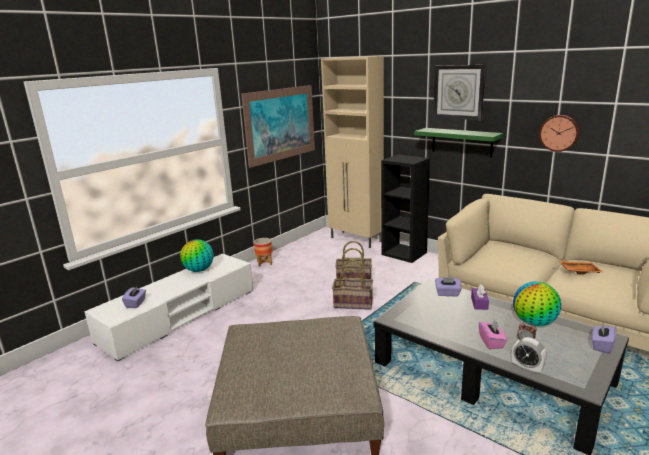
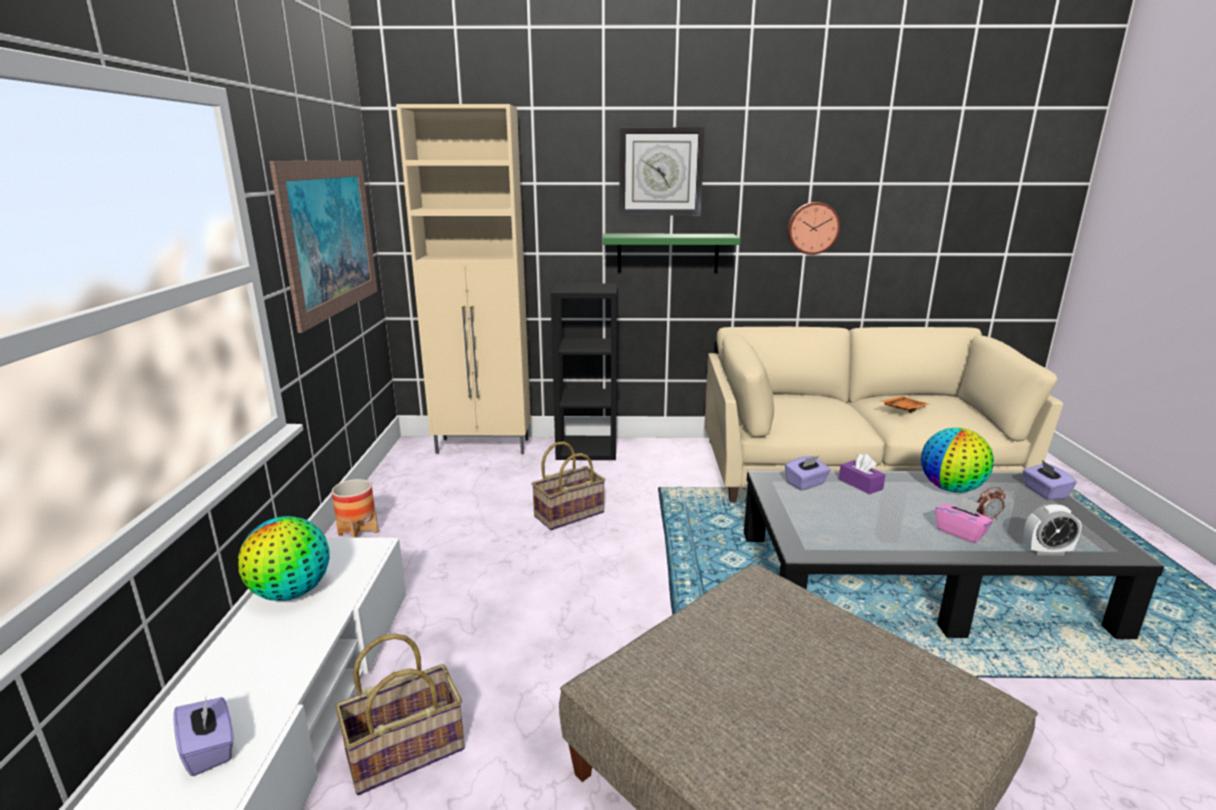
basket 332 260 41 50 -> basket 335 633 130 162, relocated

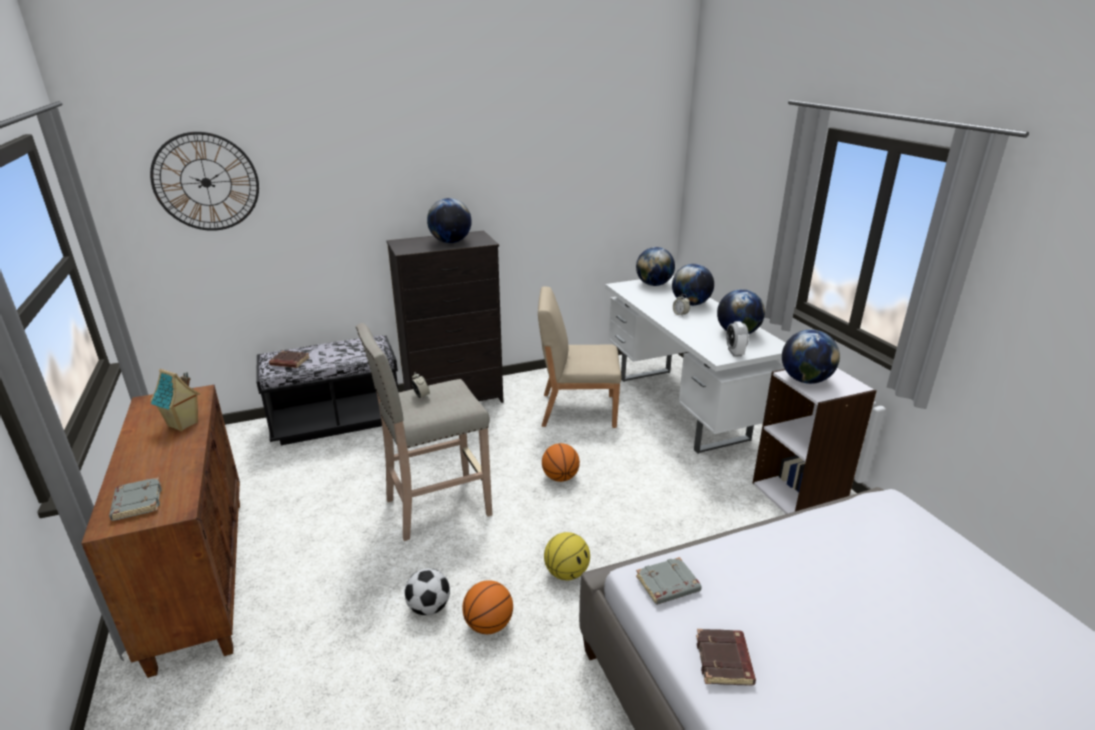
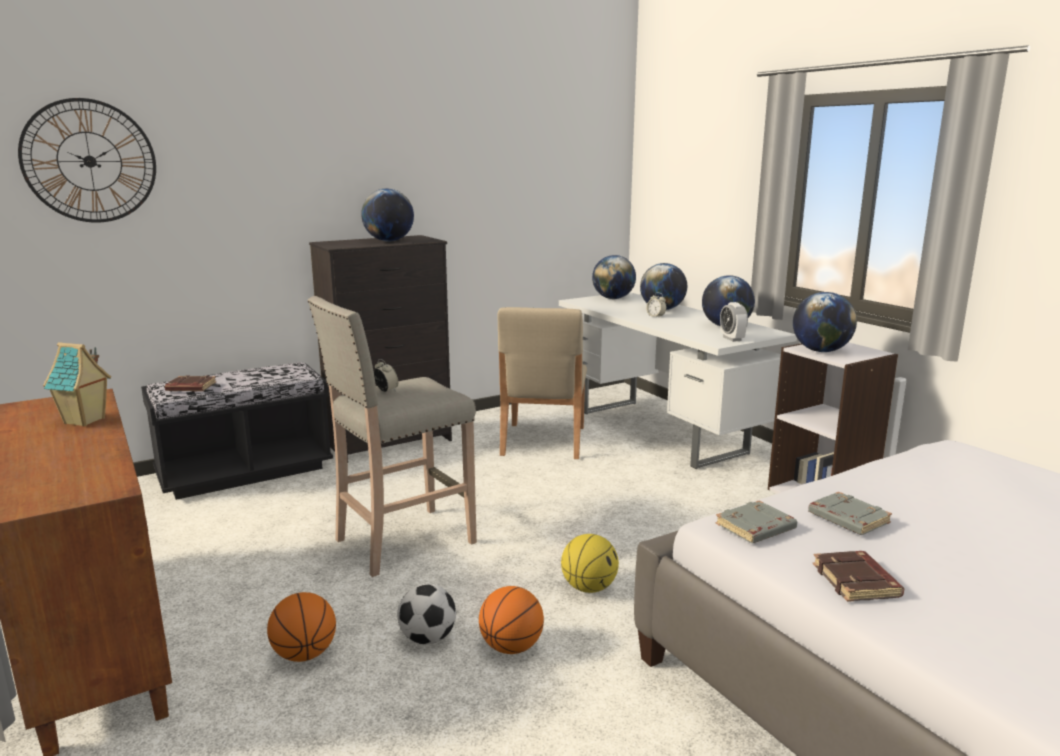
beige chair 538 286 83 142 -> beige chair 497 307 90 152, 75 degrees counterclockwise
basketball 542 443 38 39 -> basketball 267 592 69 70, relocated
grey book 109 477 53 44 -> grey book 808 492 84 43, relocated

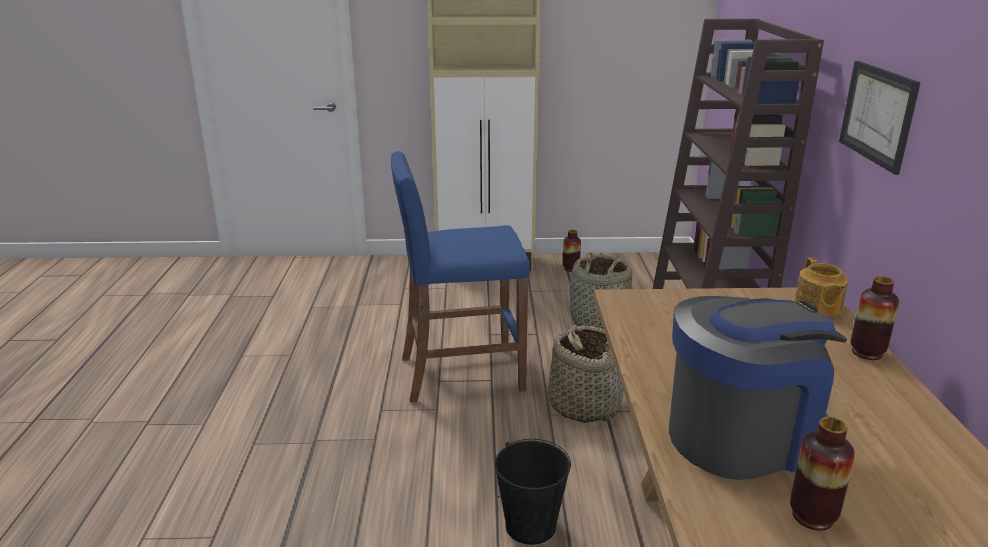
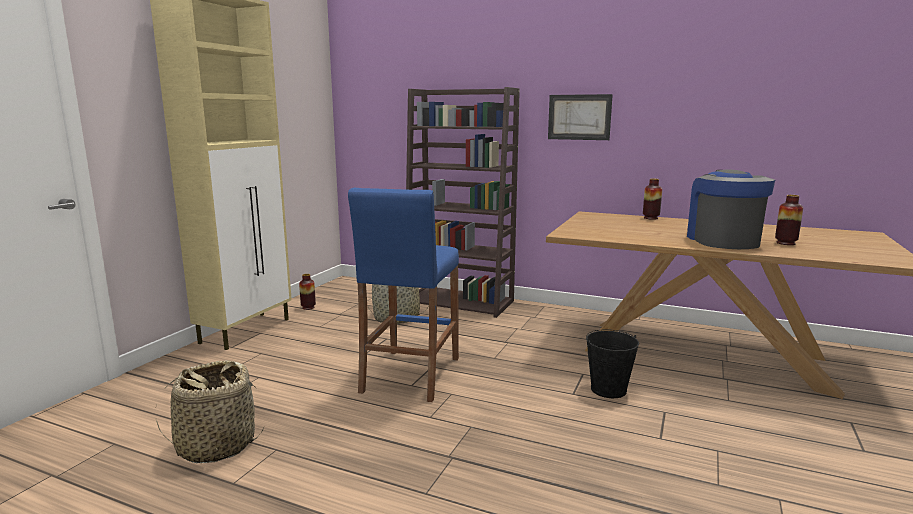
teapot 794 257 54 60 -> none
basket 548 325 76 98 -> basket 156 360 108 104, relocated

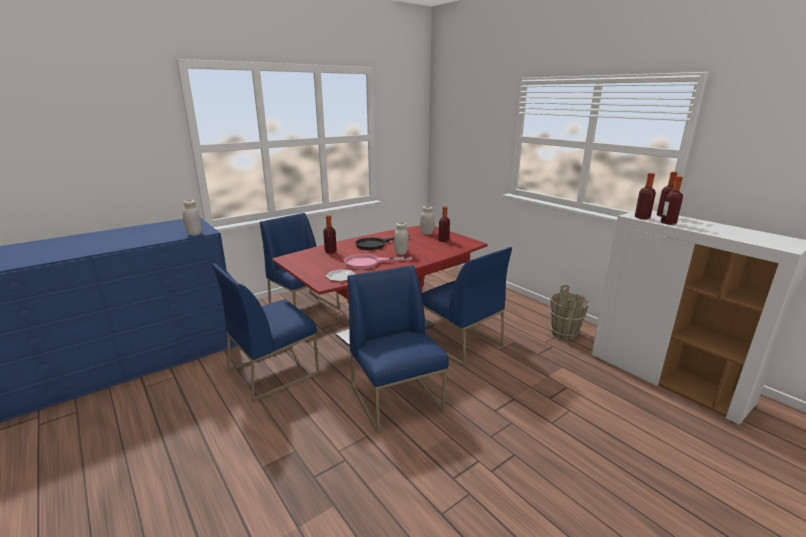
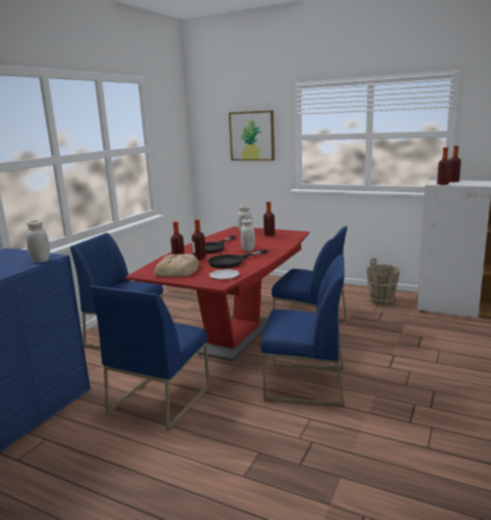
bottle 661 176 22 49 -> bottle 192 219 14 41, relocated
pink frying pan 344 254 68 15 -> black frying pan 208 250 61 18
blue chair 348 265 101 169 -> blue chair 261 254 84 152, 150 degrees clockwise
none -> picture 229 110 46 51
none -> bread 154 254 45 23

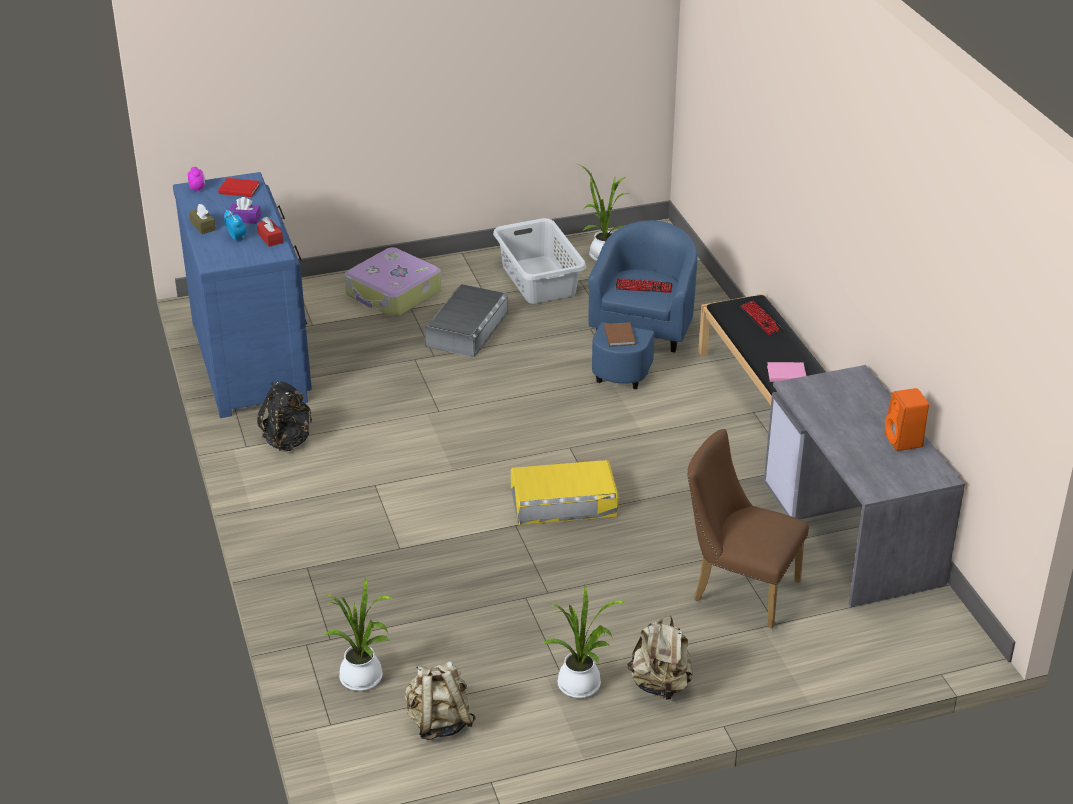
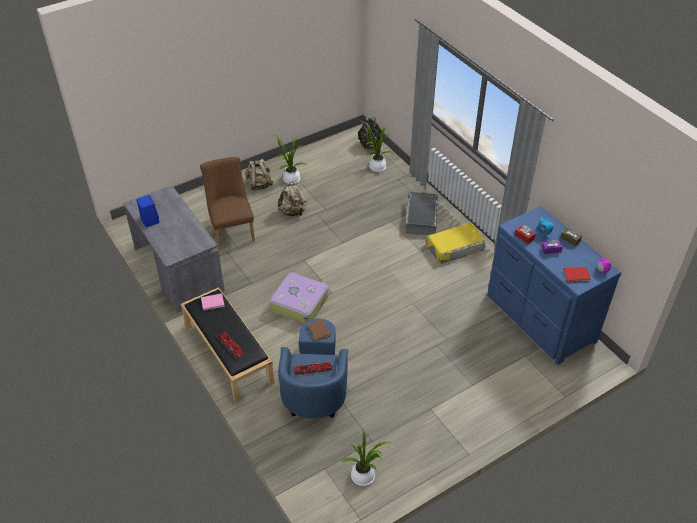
grey laundry basket 493 218 93 86 -> none
suitcase 345 247 97 70 -> suitcase 270 272 58 51, relocated
grey storage box 424 284 84 73 -> grey storage box 405 192 33 43, relocated
black backpack 257 381 55 70 -> black backpack 358 117 26 32, relocated
orange speaker 885 388 44 63 -> blue speaker 136 195 23 32
brown chair 687 429 122 199 -> brown chair 200 157 55 93, 120 degrees counterclockwise
yellow storage box 511 460 108 65 -> yellow storage box 426 223 60 41, relocated
beige backpack 405 661 71 79 -> beige backpack 278 182 29 34, relocated

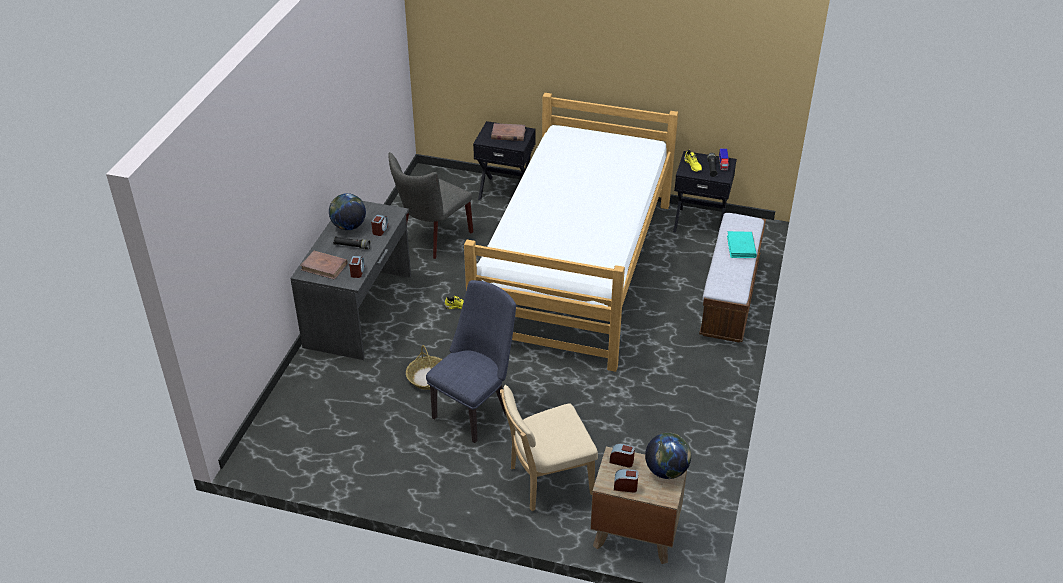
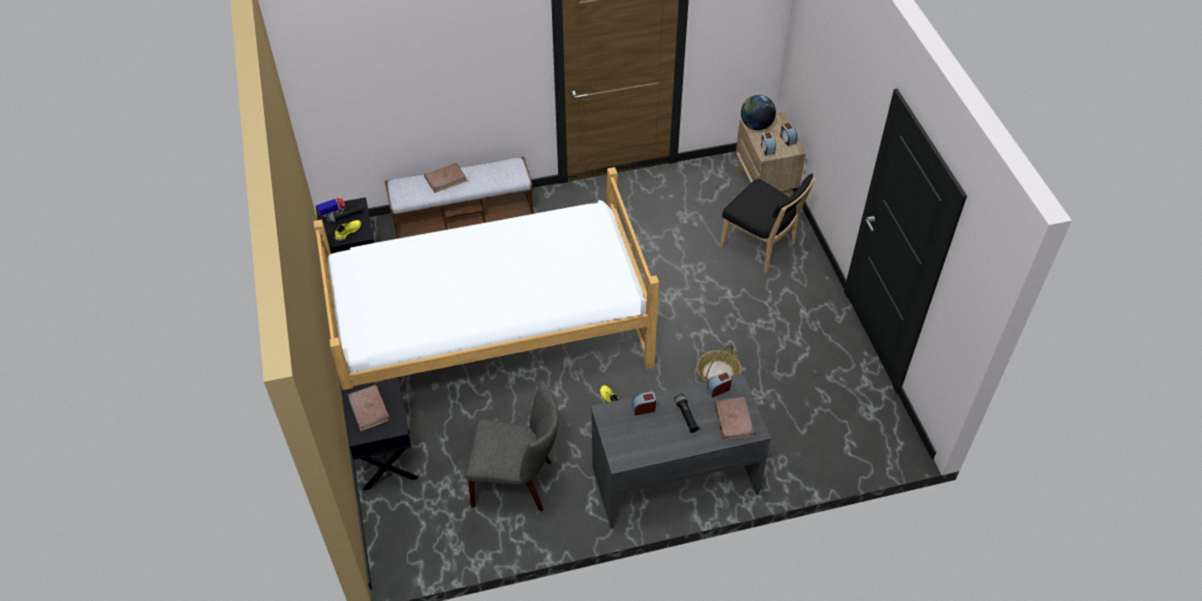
globe 329 193 37 37 -> none
turquoise book 727 231 30 27 -> brown book 424 162 44 31
blue chair 426 280 90 163 -> none
beige chair 500 385 98 126 -> black chair 720 174 95 99

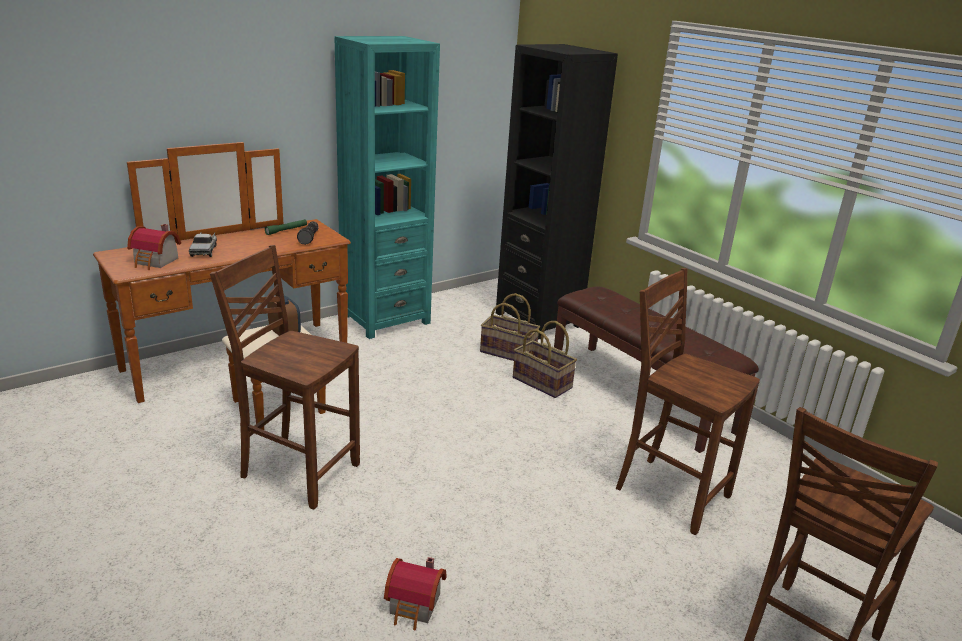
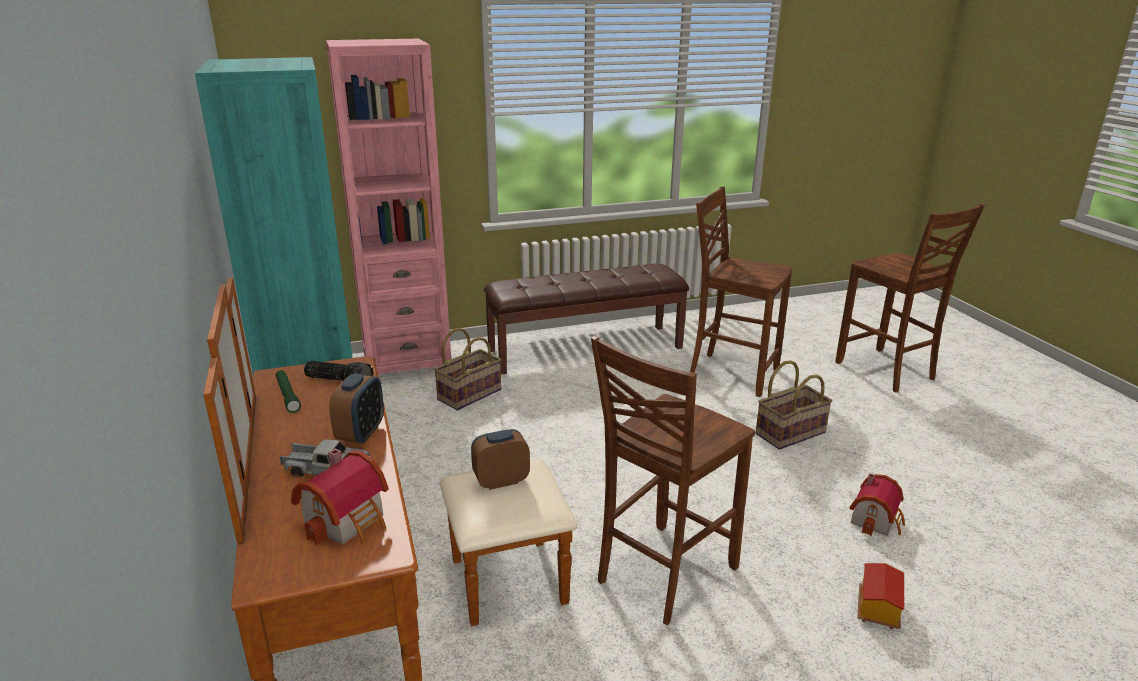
black bookcase 496 44 122 296 -> pink bookcase 326 39 125 335
brown chair 616 268 144 267 -> brown chair 690 187 102 210, 60 degrees clockwise
basket 513 321 64 77 -> basket 755 360 77 90, relocated
none -> alarm clock 329 373 55 71
none -> toy house 857 563 47 66

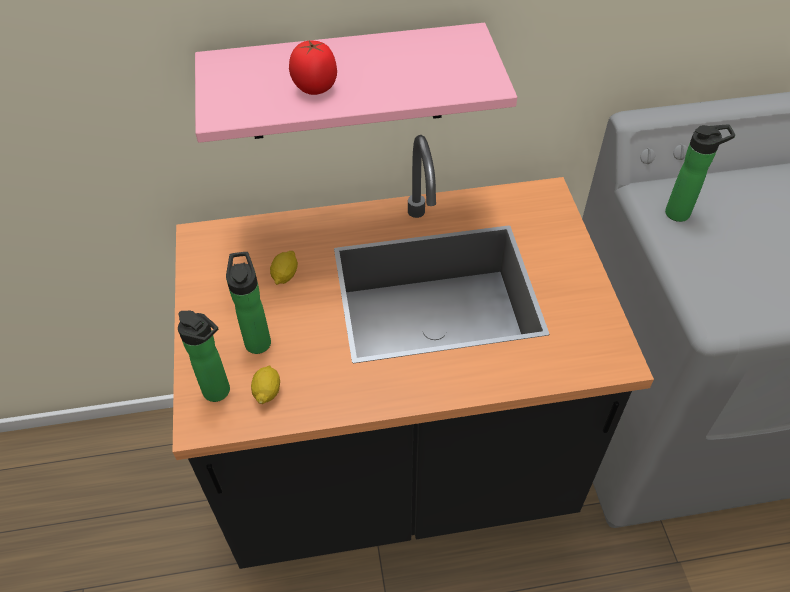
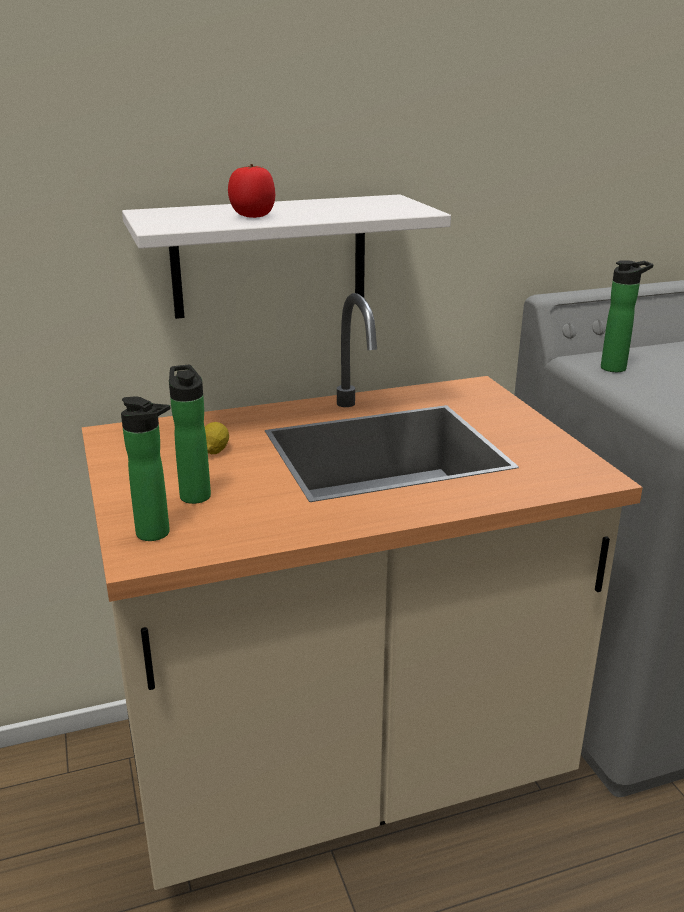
pink shelf 195 23 322 120 -> white shelf 122 194 329 125
black counter 173 135 481 434 -> beige counter 82 293 561 597
lemon 251 366 29 38 -> none

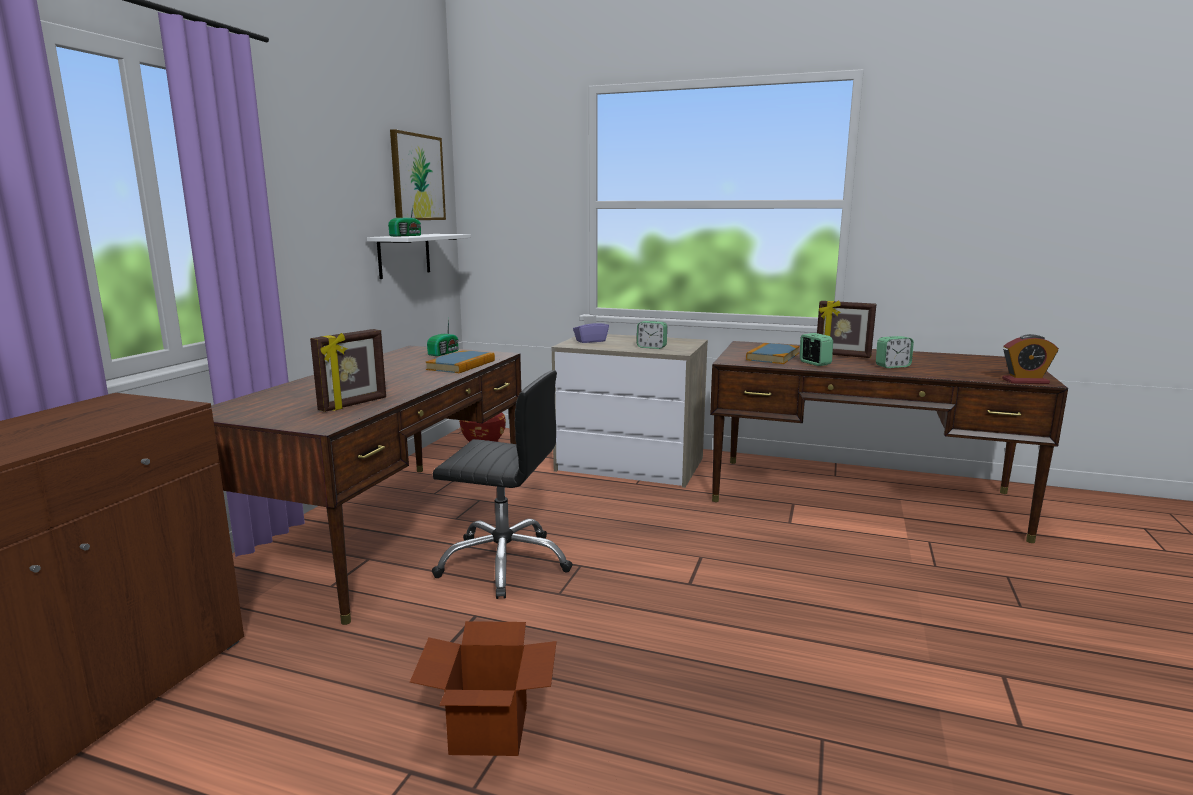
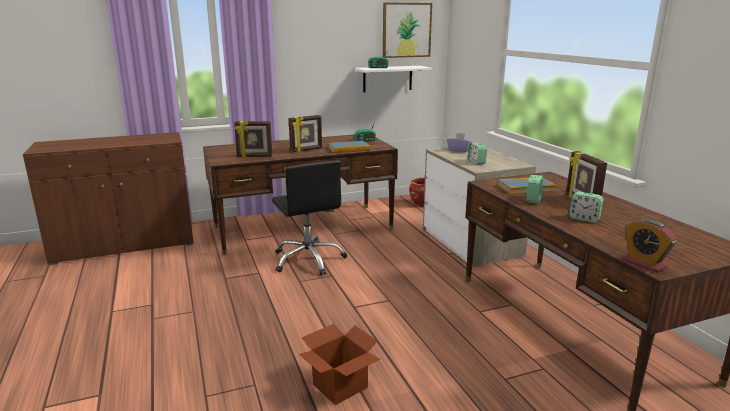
cardboard box 410 621 147 135 -> cardboard box 299 324 81 81, relocated
none -> picture frame 289 115 33 37

